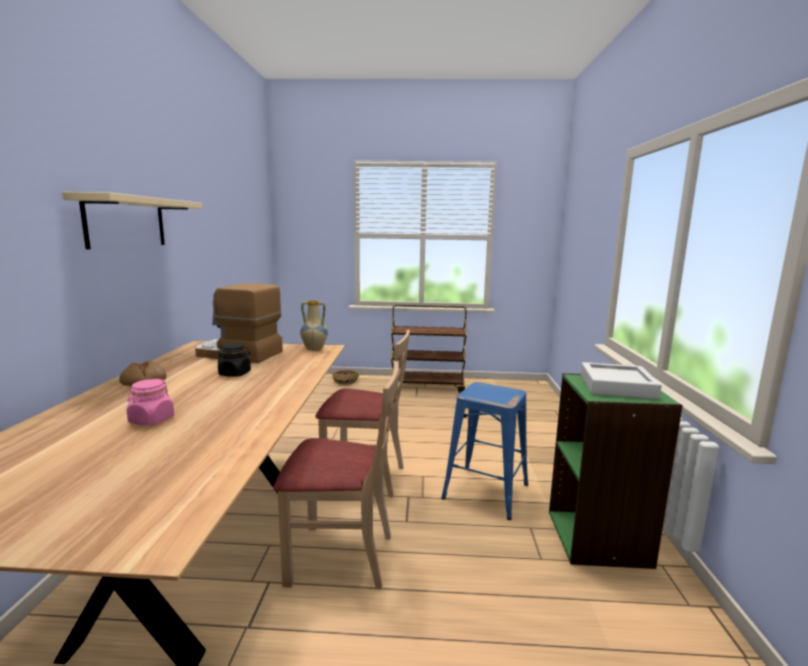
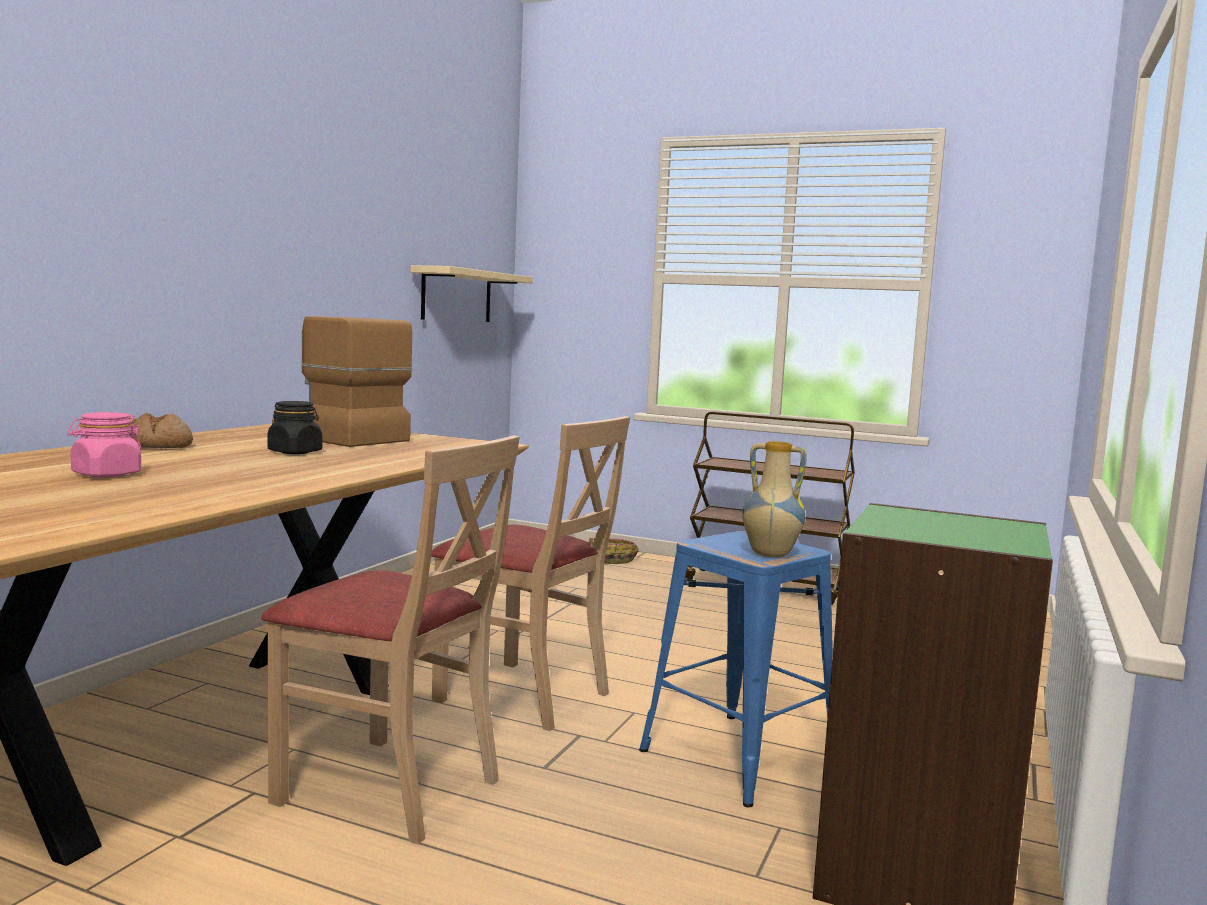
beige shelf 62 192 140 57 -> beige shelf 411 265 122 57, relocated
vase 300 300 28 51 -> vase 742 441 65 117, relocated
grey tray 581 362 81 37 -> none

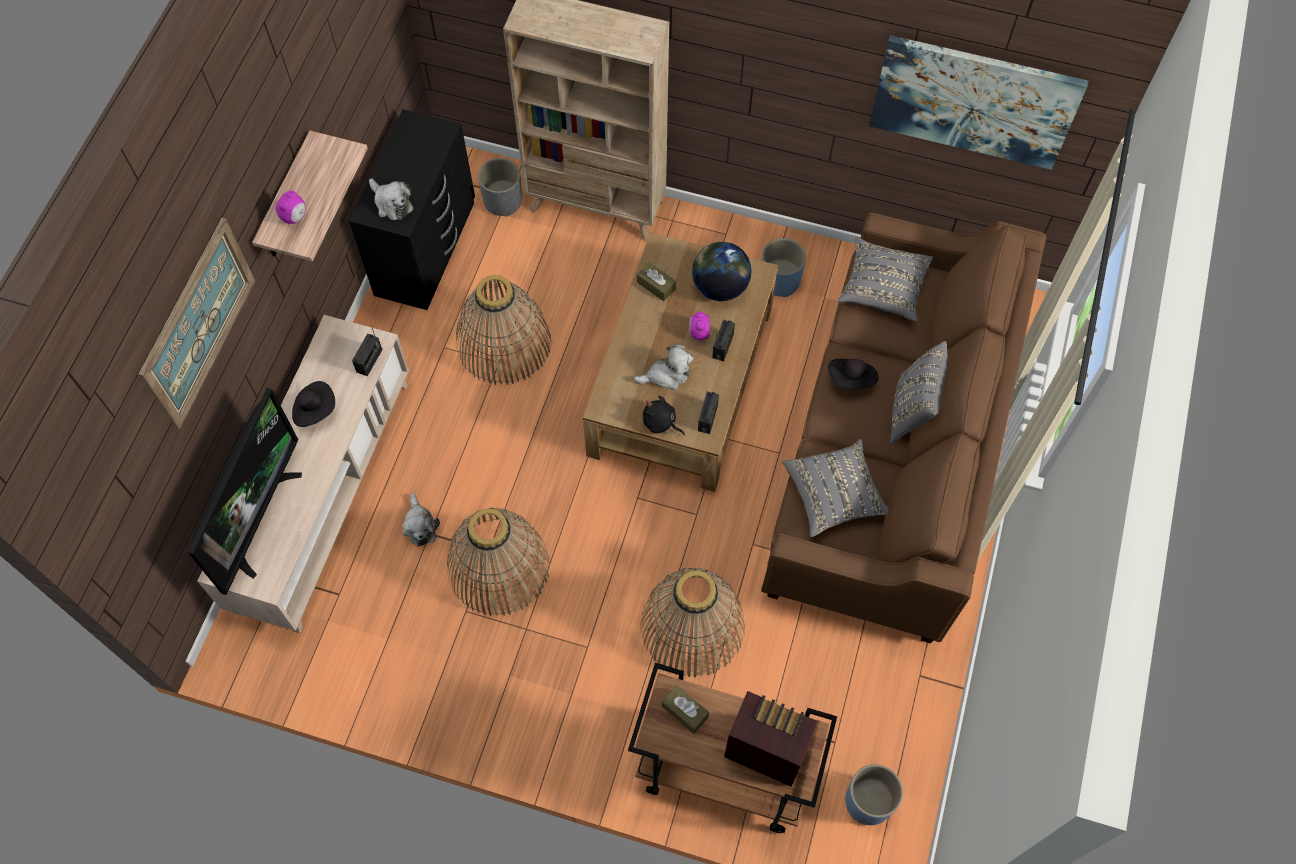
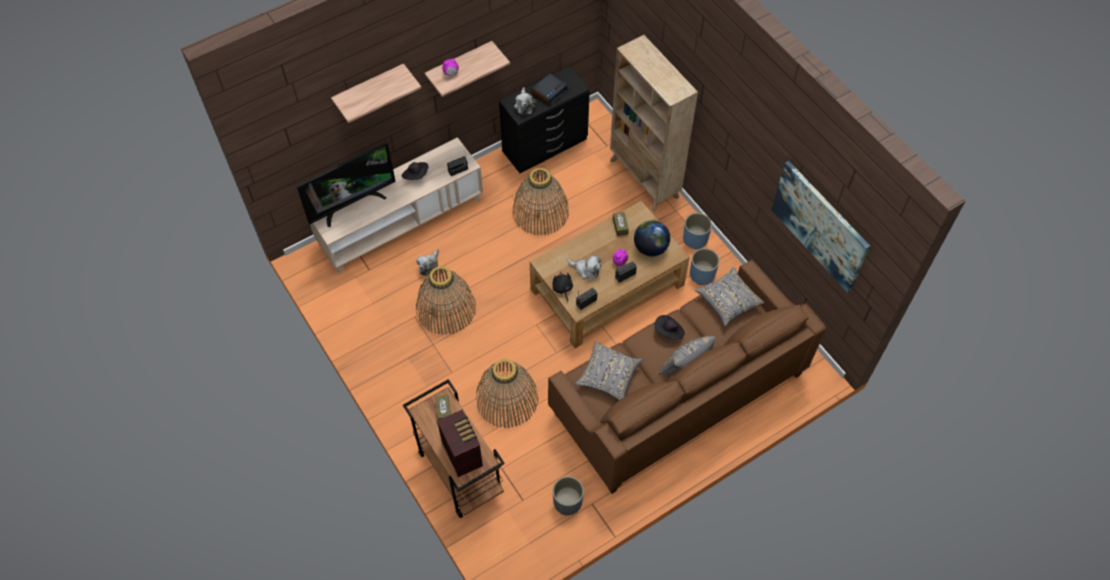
grey planter 478 158 44 59 -> grey planter 553 476 31 39, relocated
picture 138 218 117 211 -> shelf 331 64 90 59
blue planter 845 764 58 61 -> blue planter 683 213 29 37, relocated
none -> alarm clock 531 73 37 33

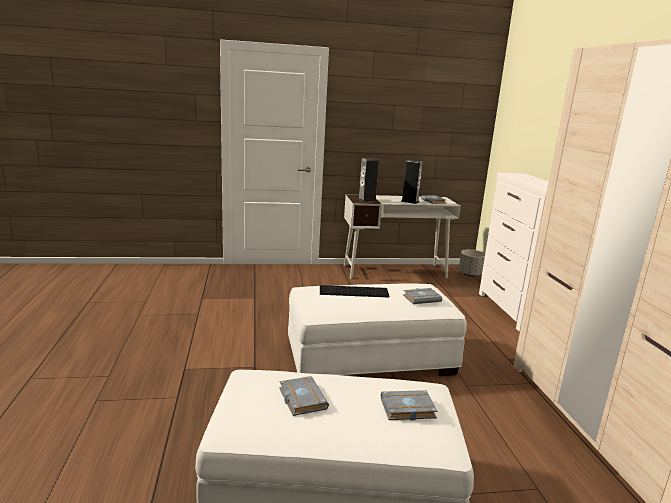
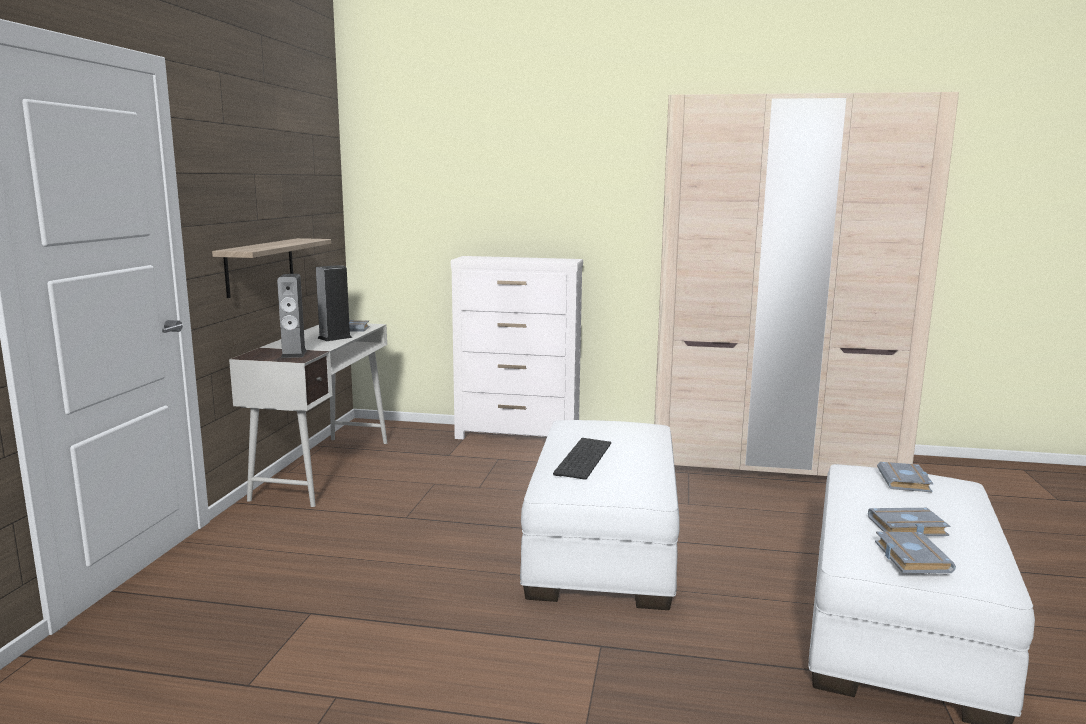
grey planter 459 249 26 27 -> none
grey book 403 288 39 16 -> grey book 875 532 81 41, relocated
none -> shelf 212 238 119 60

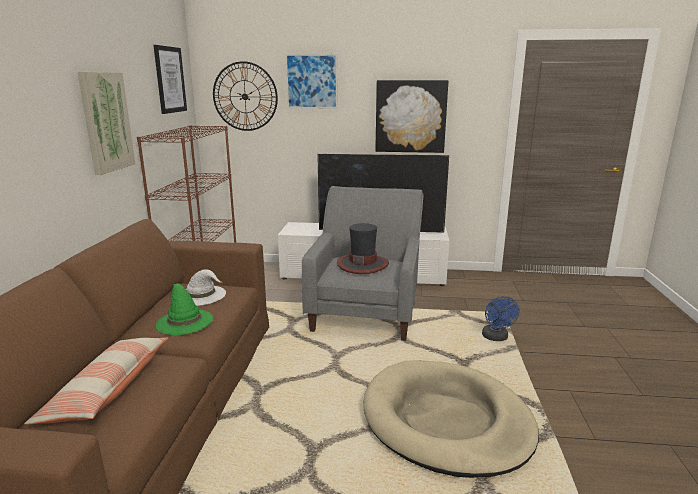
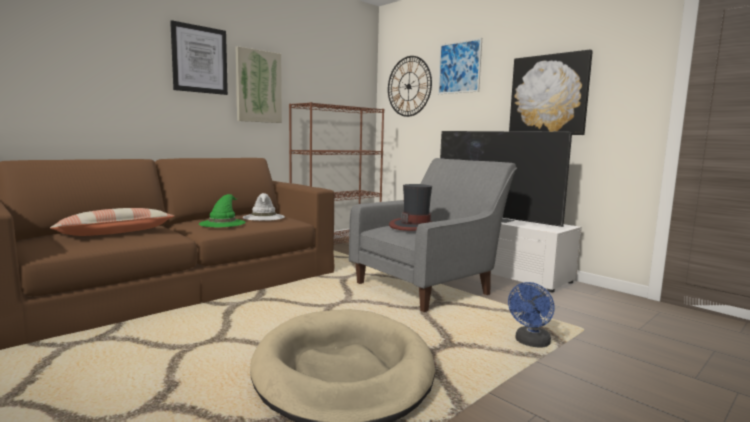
picture 153 45 34 69 -> picture 170 20 58 75, relocated

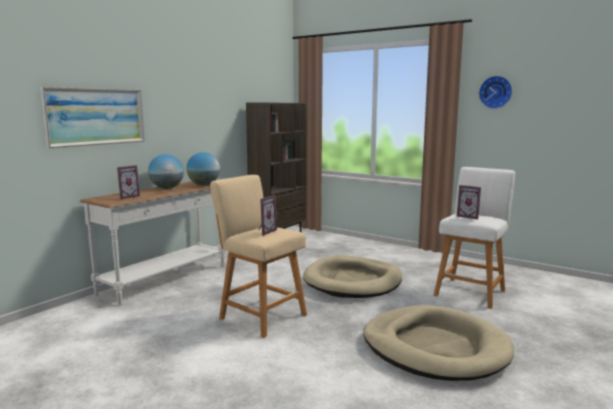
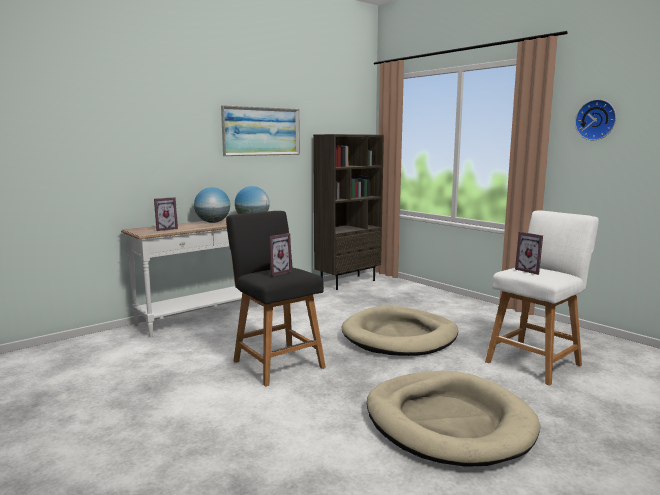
picture 40 87 105 61 -> picture 221 105 79 51, relocated
beige stool 210 175 97 163 -> black stool 226 211 100 175

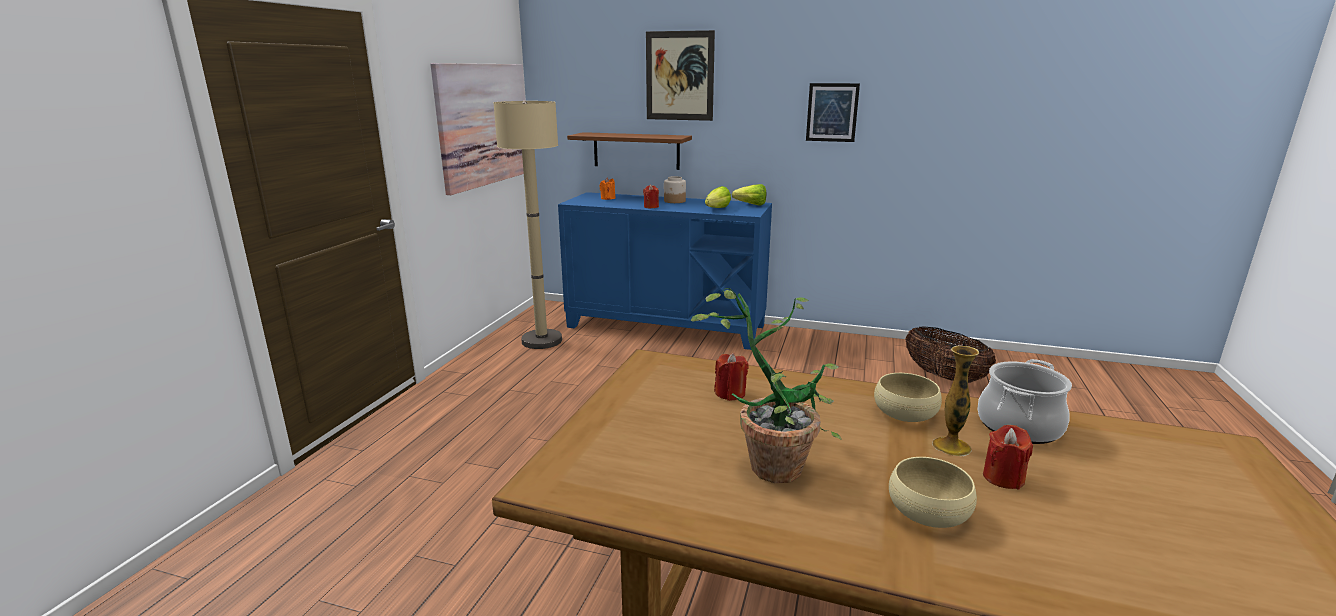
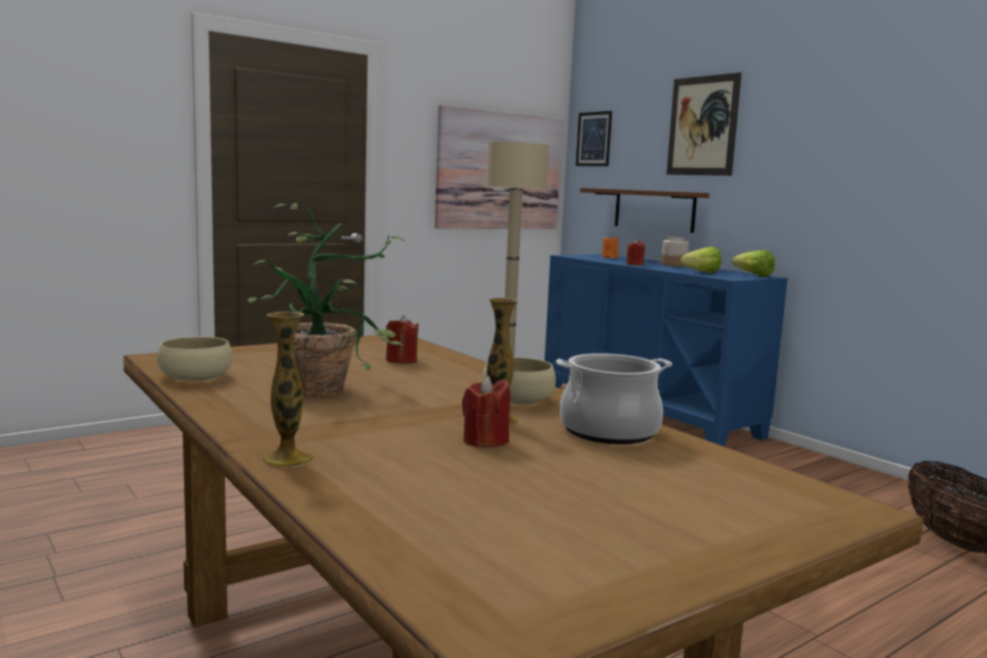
picture 806 83 54 59 -> picture 576 111 36 55, relocated
beige bowl 889 457 88 71 -> beige bowl 157 337 76 44, relocated
none -> vase 261 312 53 155

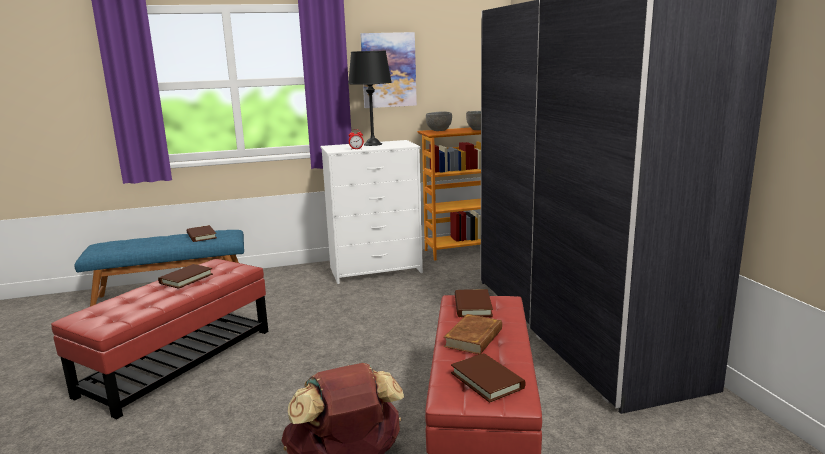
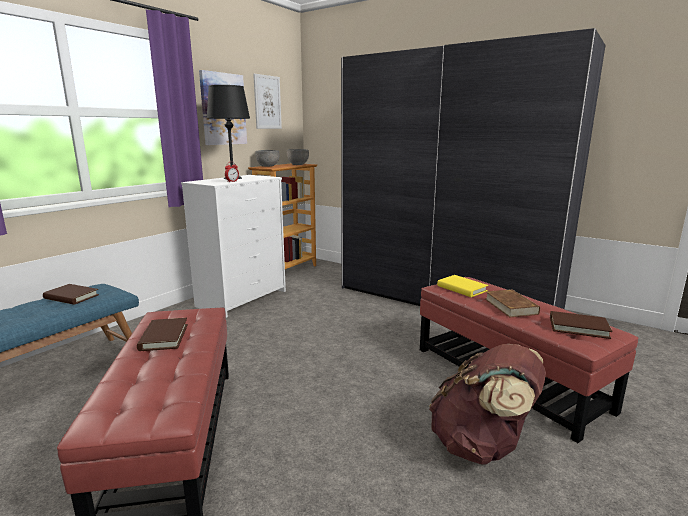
brown book 455 289 38 28 -> yellow book 437 275 51 22
none -> picture 253 74 29 55

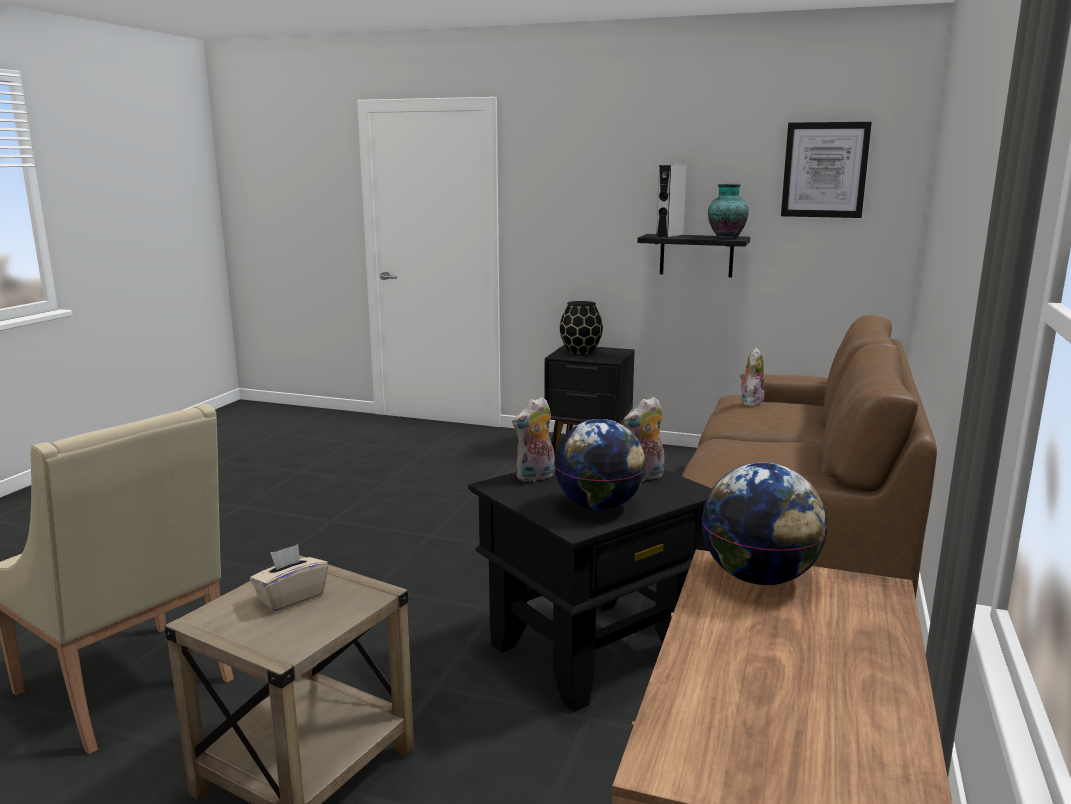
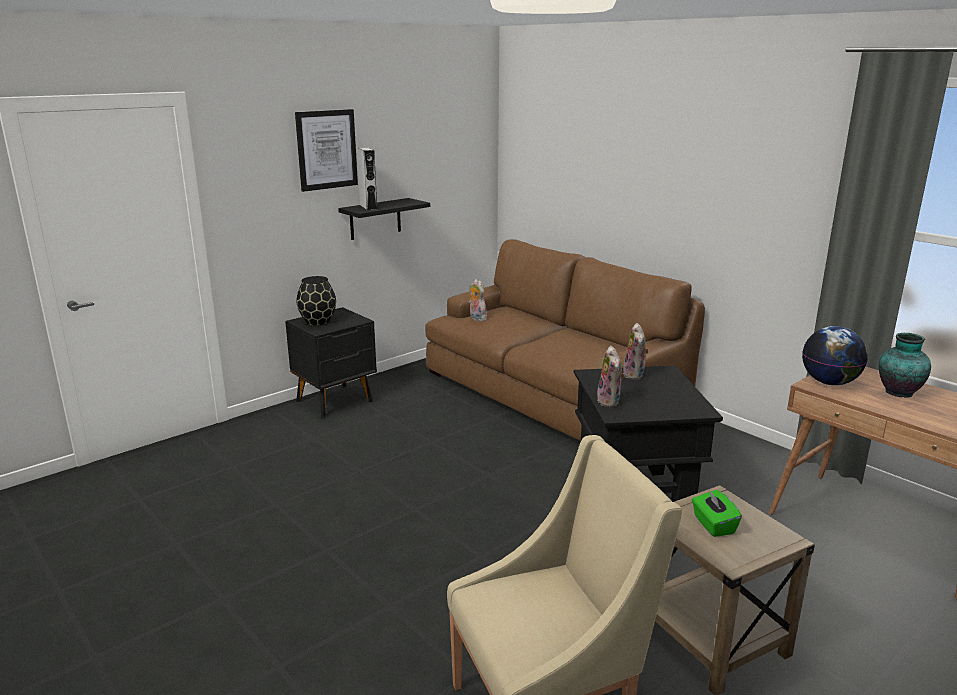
picture 781 122 91 96 -> picture 295 109 63 83, relocated
vase 708 184 41 55 -> vase 879 333 52 65, relocated
globe 554 419 92 91 -> none
beige tissue box 250 544 78 68 -> green tissue box 692 490 50 47

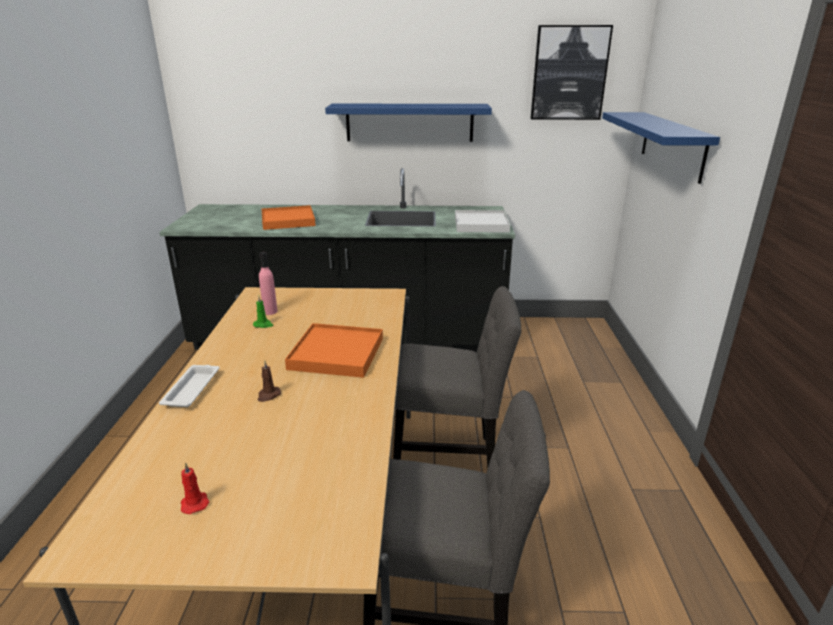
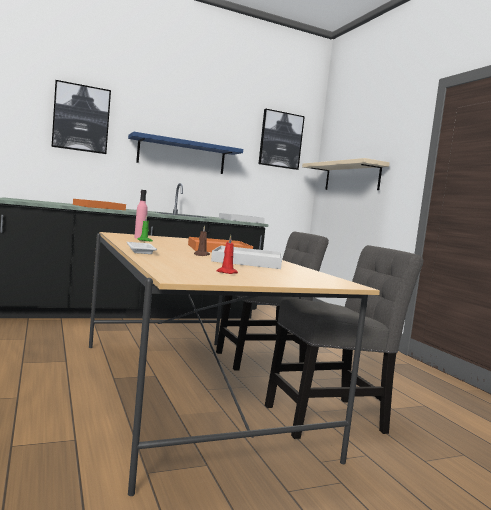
blue shelf 602 112 118 72 -> beige shelf 302 158 88 32
none -> picture 52 80 59 74
none -> white tray 211 245 71 24

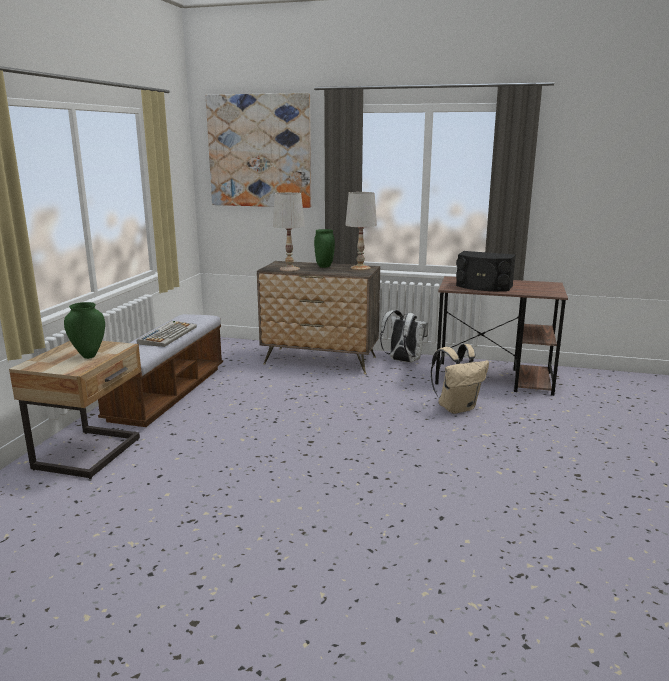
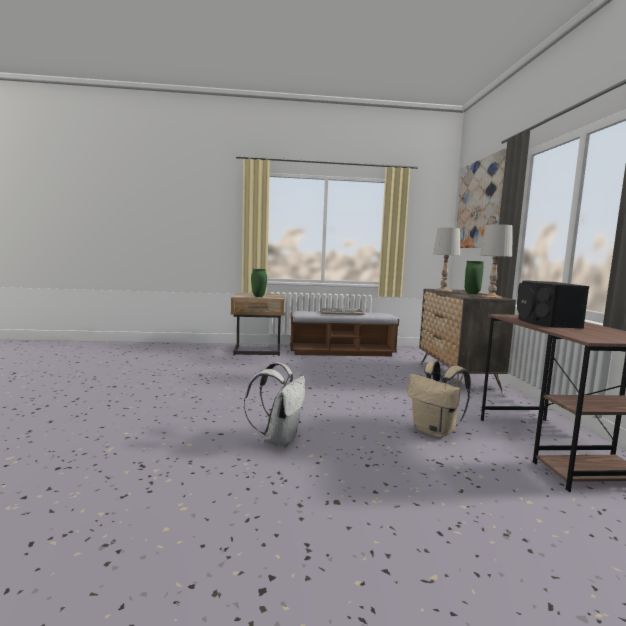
white backpack 380 310 48 53 -> white backpack 244 362 61 85, relocated

